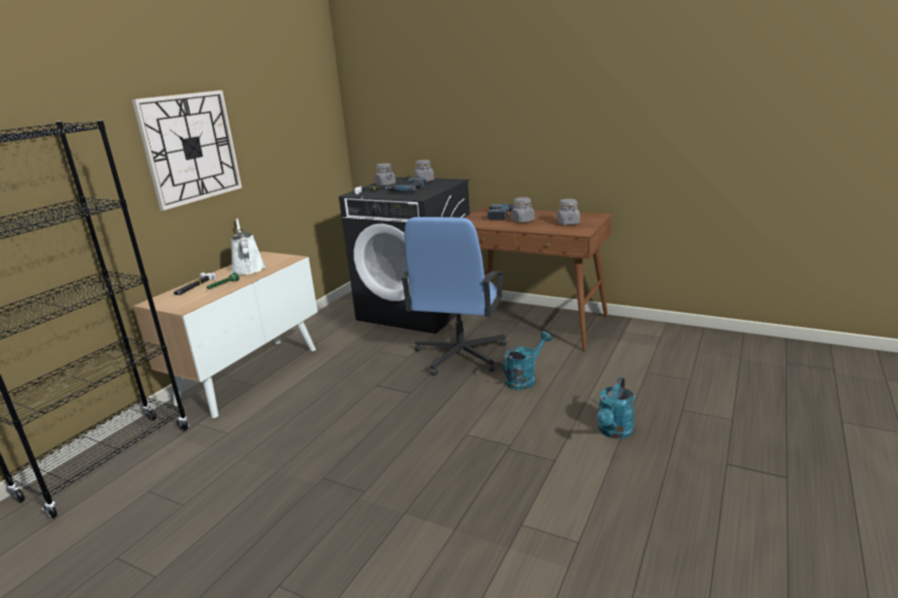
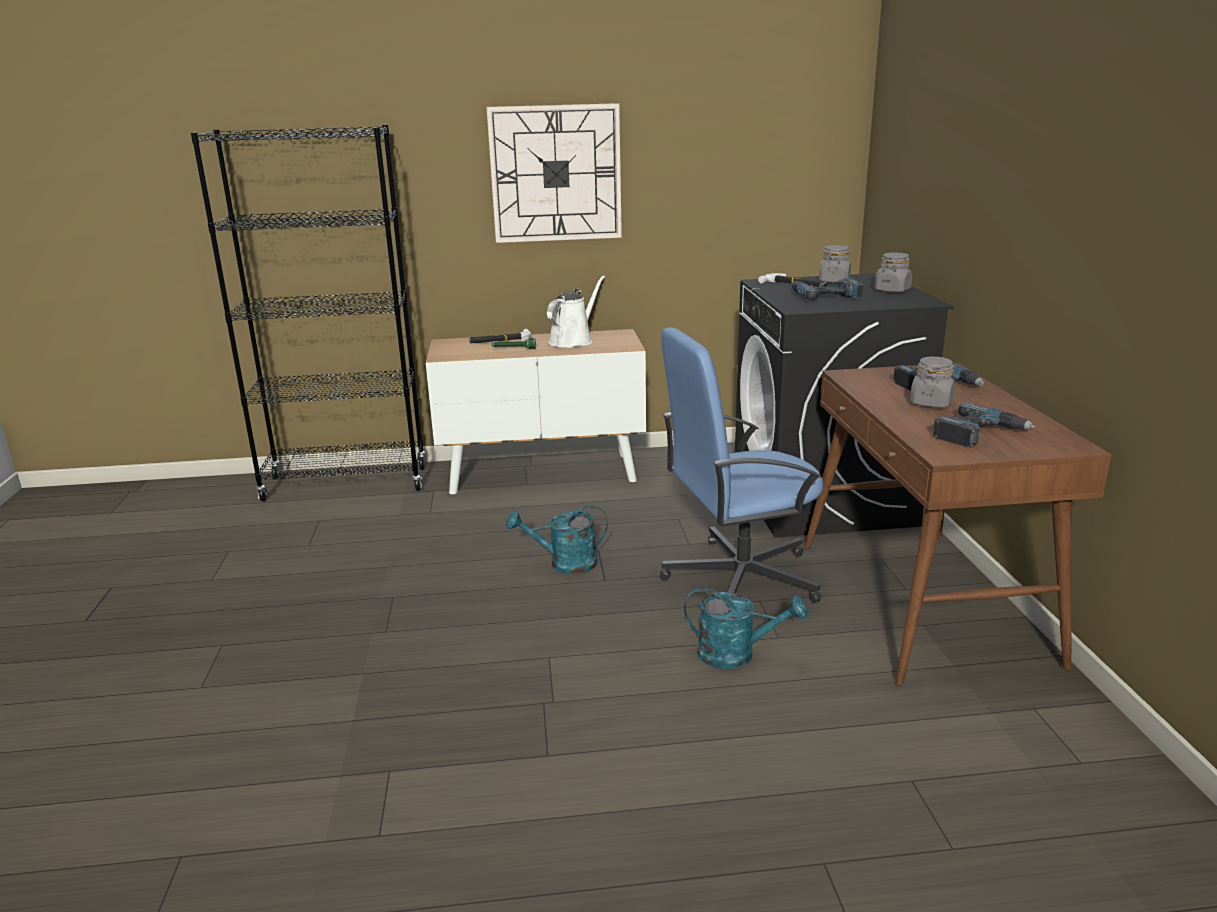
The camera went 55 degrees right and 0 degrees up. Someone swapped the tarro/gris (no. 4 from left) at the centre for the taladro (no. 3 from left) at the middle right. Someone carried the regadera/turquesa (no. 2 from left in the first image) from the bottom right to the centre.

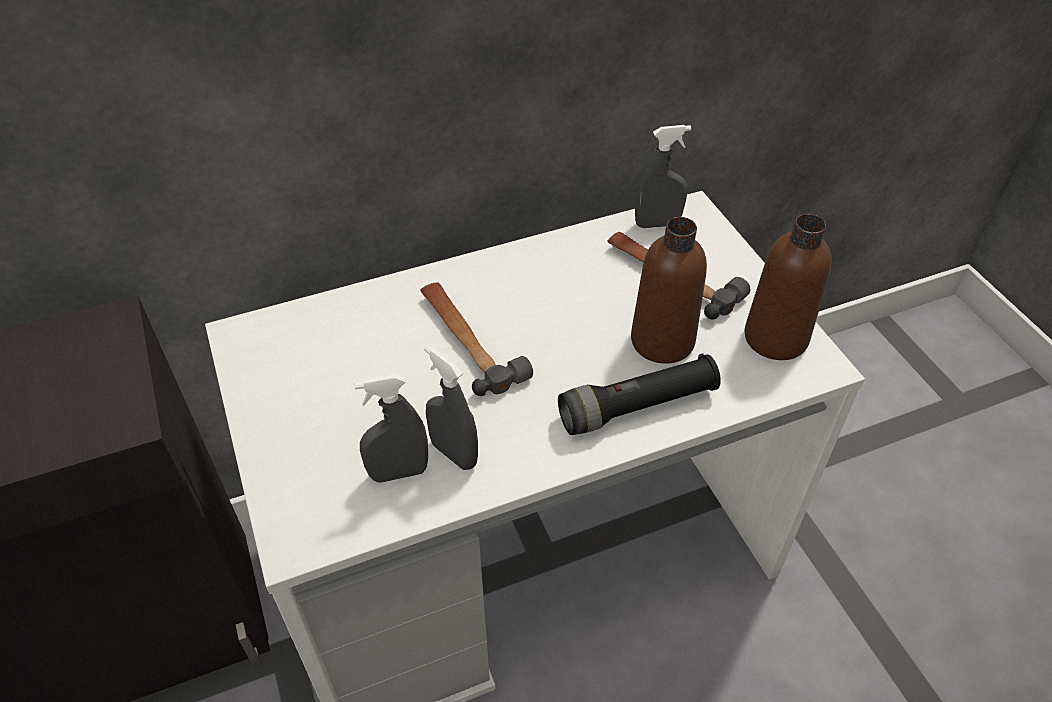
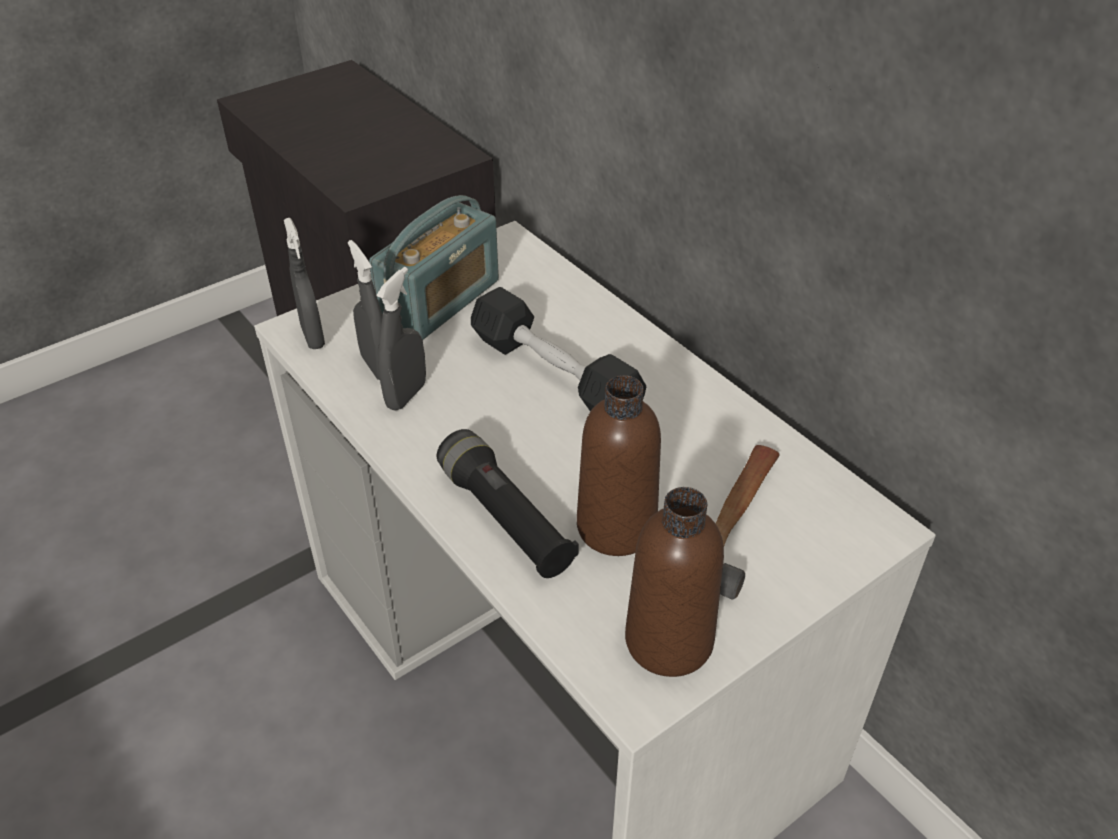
The camera went 75 degrees right and 5 degrees down. Someone carried the pulverizador/gris (no. 3 from left in the first image) from the top centre to the middle left. Someone swapped the martillo (no. 1 from left) at the centre for the mancuerna/negro at the centre. Someone put down the radio at the top centre.

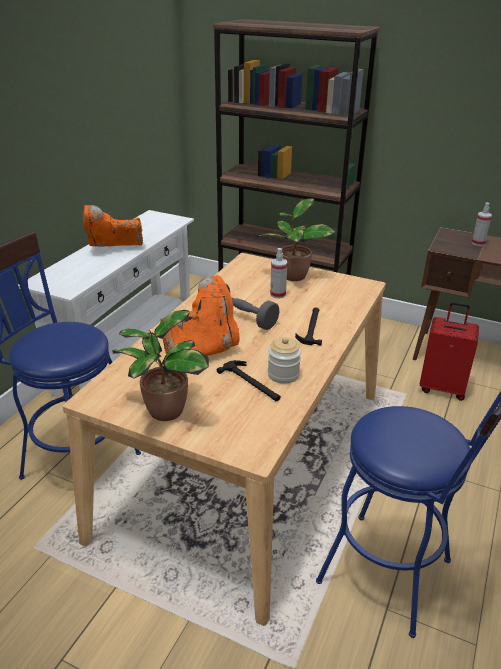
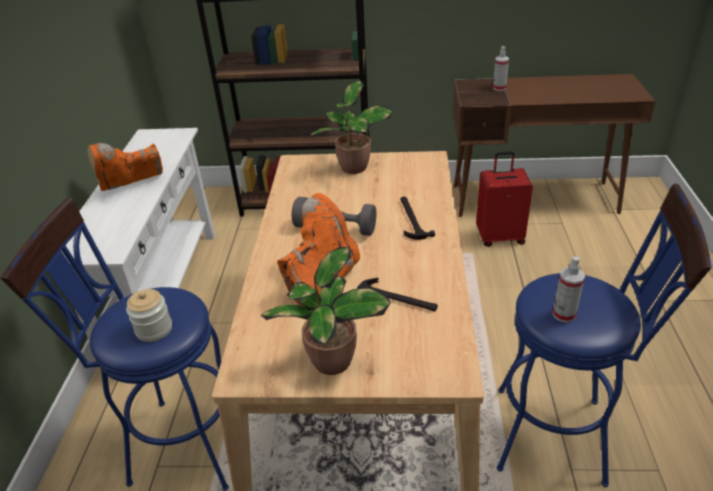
The camera went 20 degrees left and 5 degrees up. Someone carried the pulverizador (no. 1 from left in the first image) from the centre to the middle right. Someone carried the tarro from the centre to the middle left.

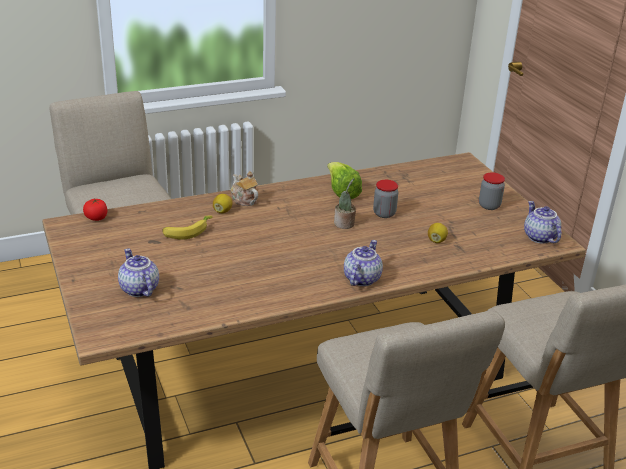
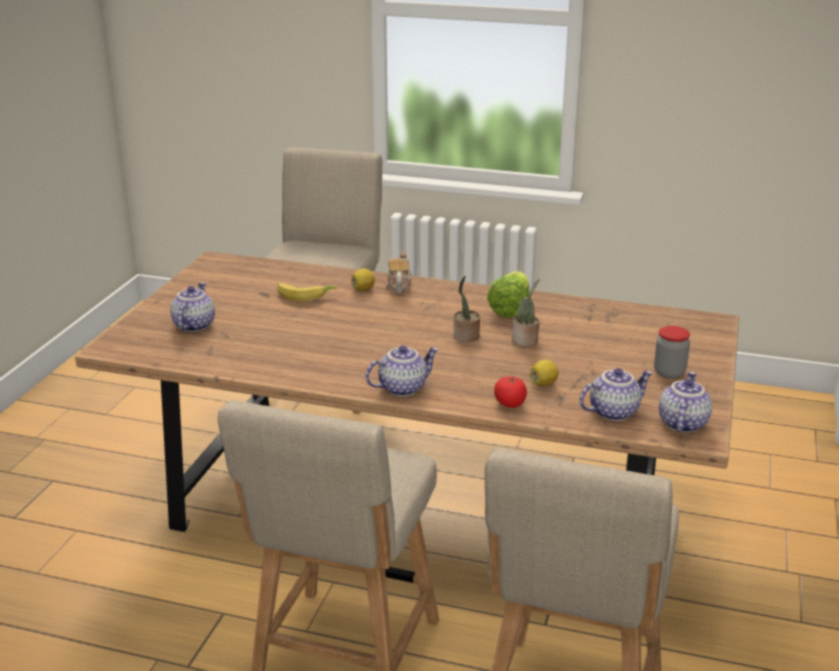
The camera went 40 degrees right and 5 degrees down. Someone swapped the tarro (no. 1 from left) at the centre for the planta en maceta (no. 2 from left) at the centre. Someone carried the tomate from the middle left to the centre. Someone put down the tetera (no. 4 from left) at the middle right.

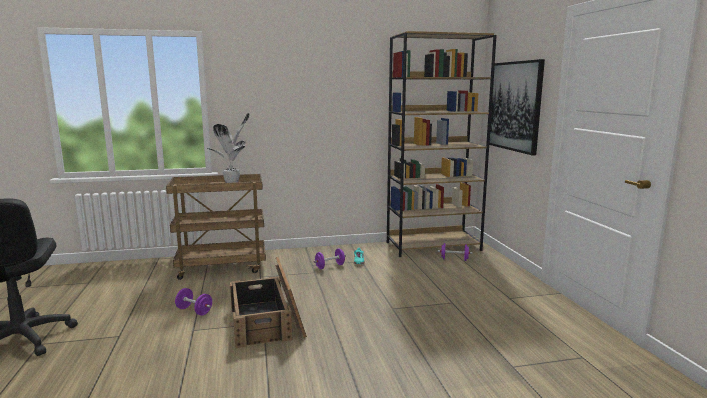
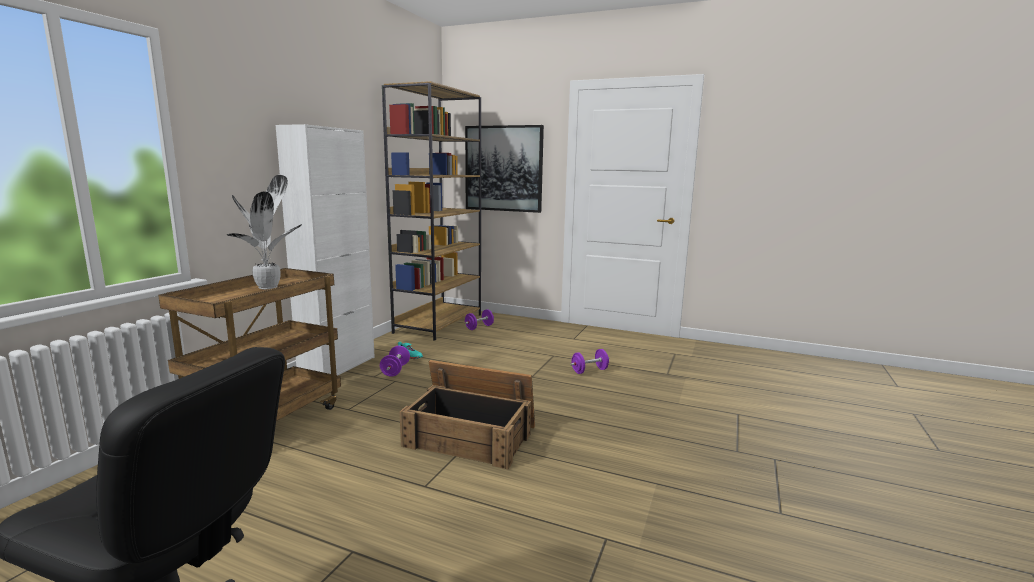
The camera went 55 degrees left and 0 degrees up. Someone carried the mancuerna/morado (no. 1 from left in the first image) from the bottom left to the centre. Someone put down the armario/blanco at the middle left.

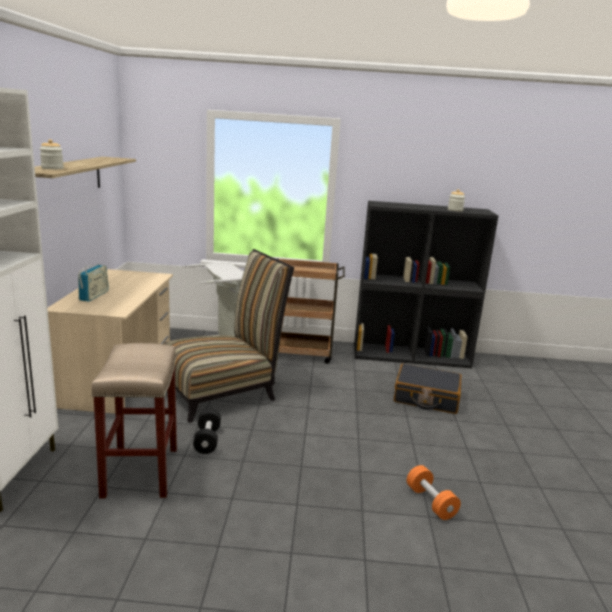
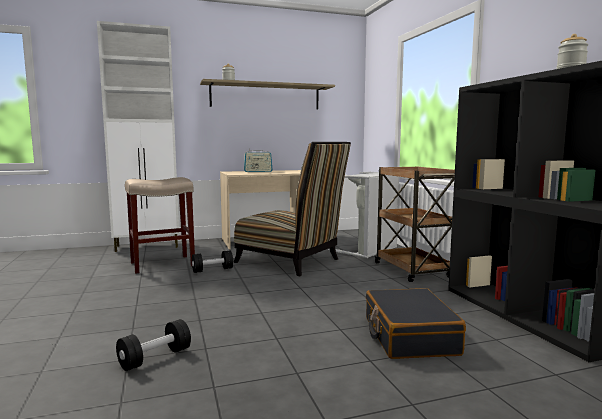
The camera went 70 degrees right and 10 degrees down. Someone repainted the mancuerna/naranja at the bottom right, which became the mancuerna/negro (no. 1 from left) at the bottom left.

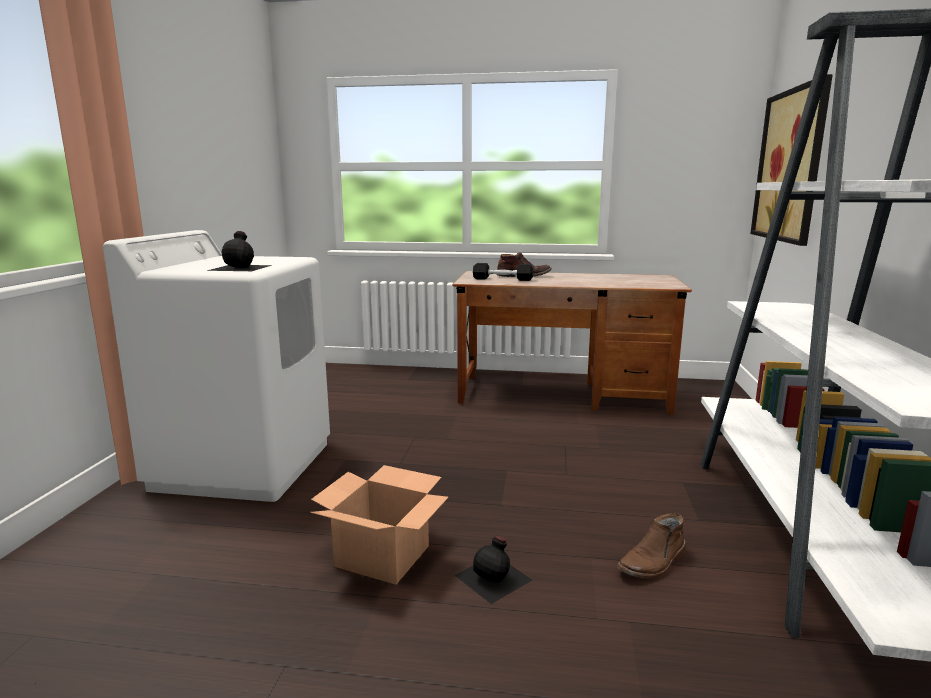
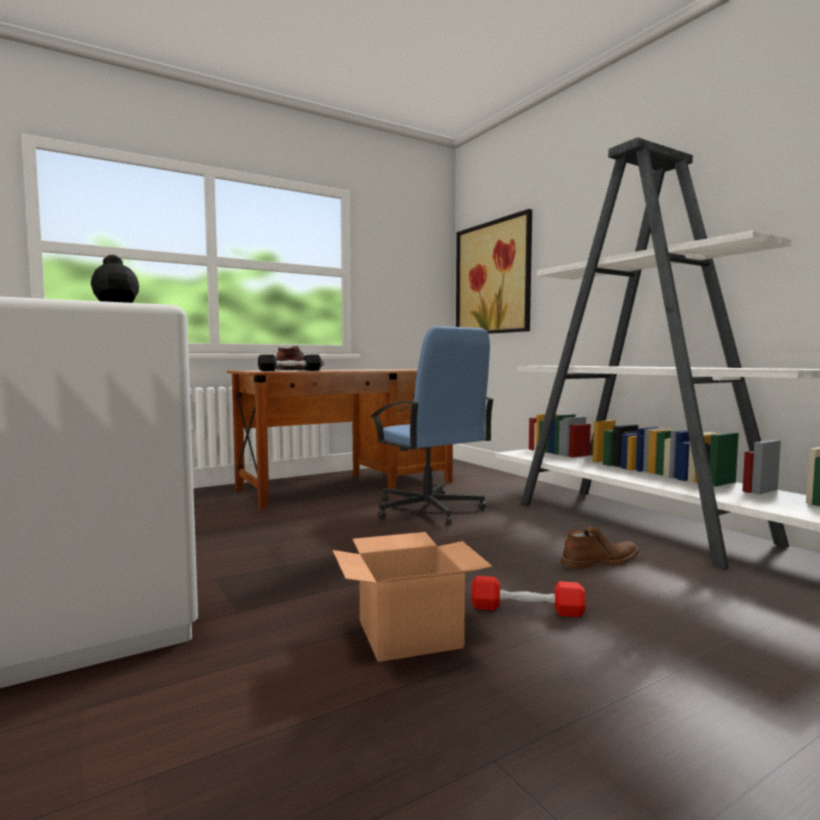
The camera went 40 degrees left and 10 degrees down. Someone rotated the bota/marrón (no. 2 from left) at the bottom right by 120 degrees counterclockwise. Someone swapped the botella/negro (no. 2 from left) at the bottom centre for the mancuerna/rojo at the bottom centre. Someone put down the silla de oficina/azul at the centre.

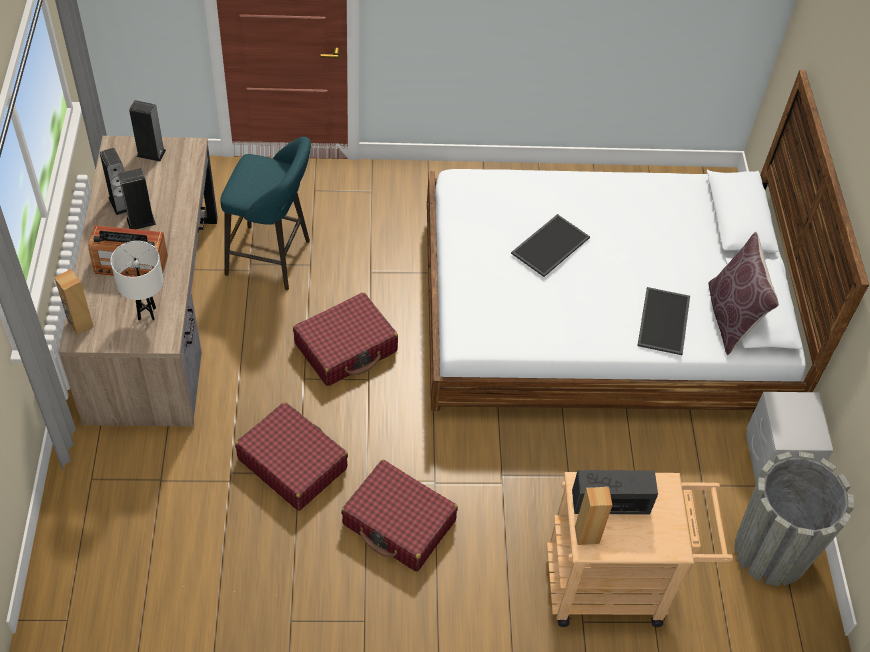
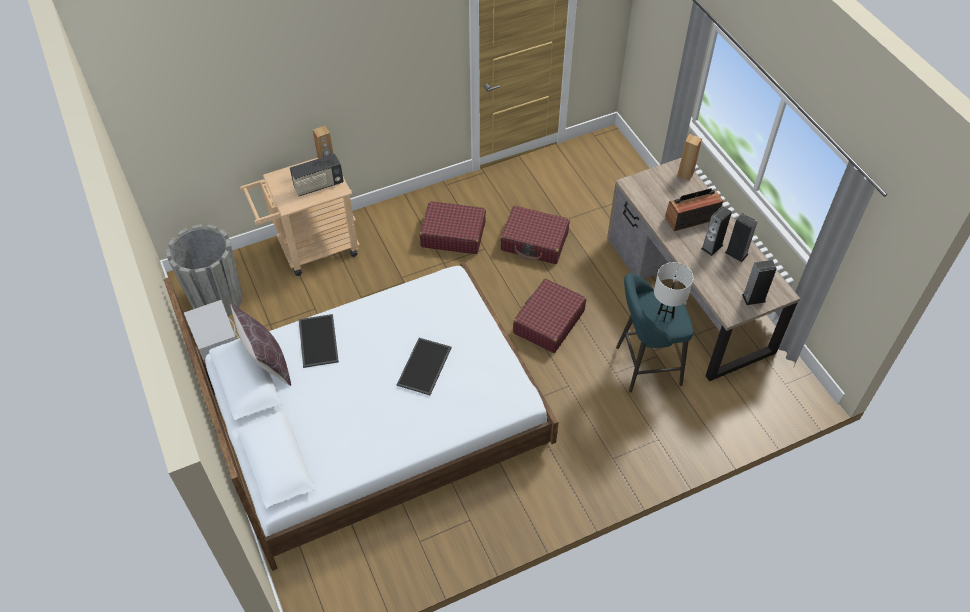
The camera went 160 degrees right and 0 degrees up. Someone carried the lámpara de mesa/blanco from the middle left to the middle right.

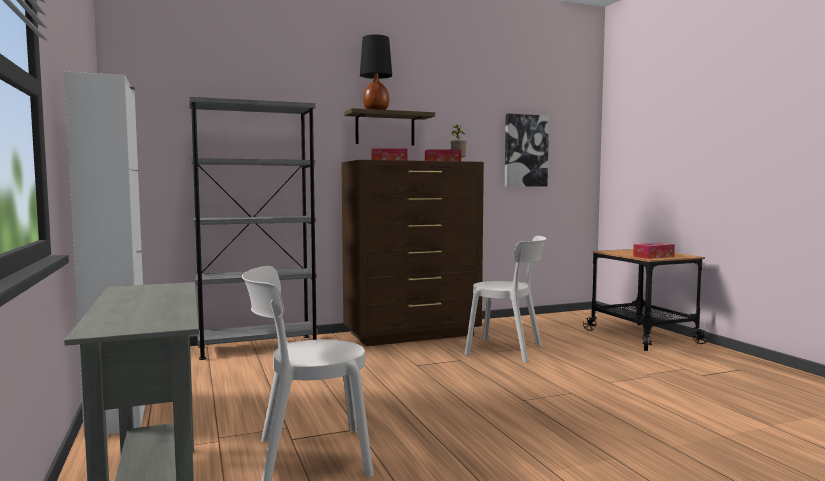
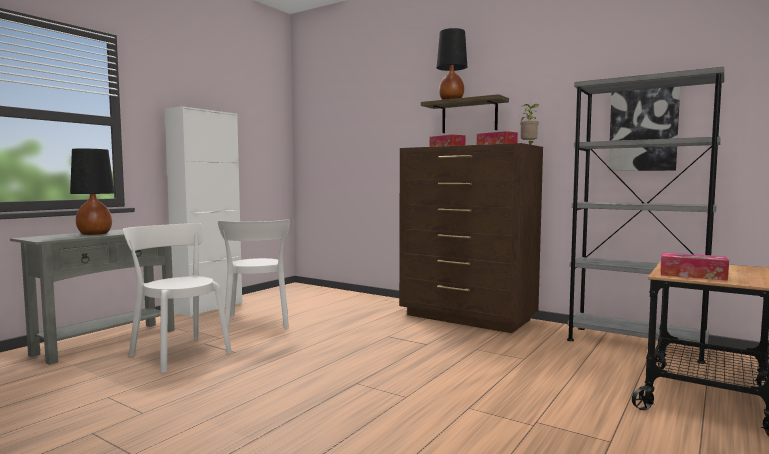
The camera went 55 degrees right and 0 degrees up. Someone carried the estantería/gris from the middle left to the middle right. Someone carried the silla/blanco (no. 2 from left) from the centre to the middle left. Someone put down the lámpara de mesa/negro (no. 1 from left) at the middle left.

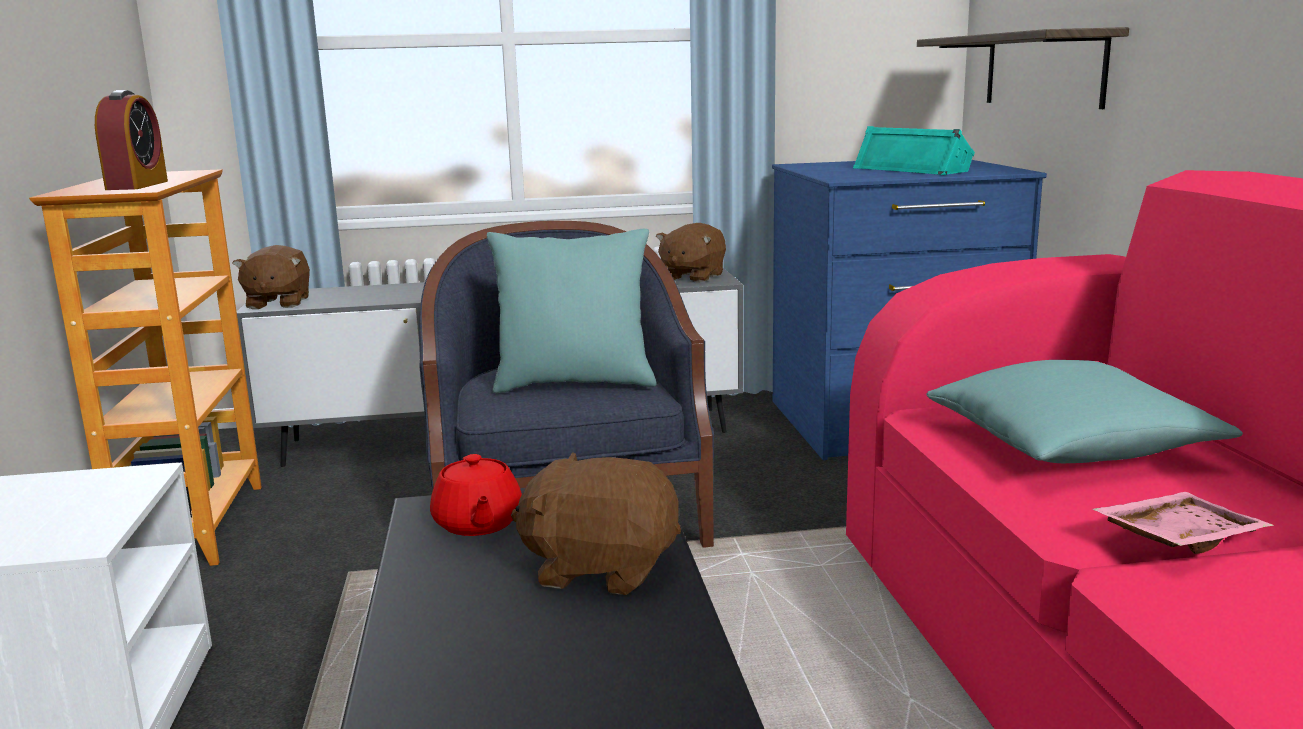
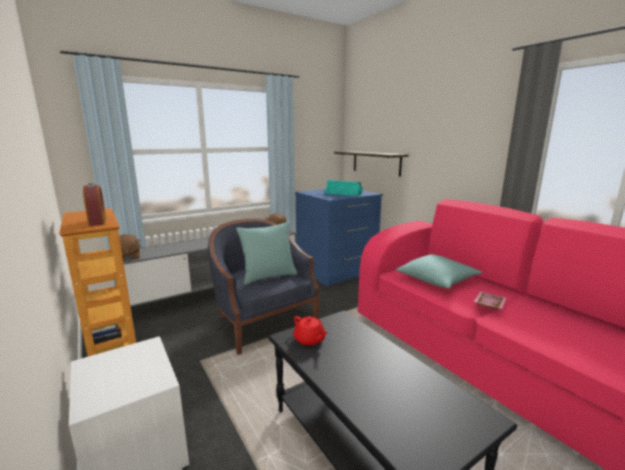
The camera went 25 degrees left and 0 degrees up. Someone took away the peluche/marrón (no. 2 from left) at the bottom centre.

